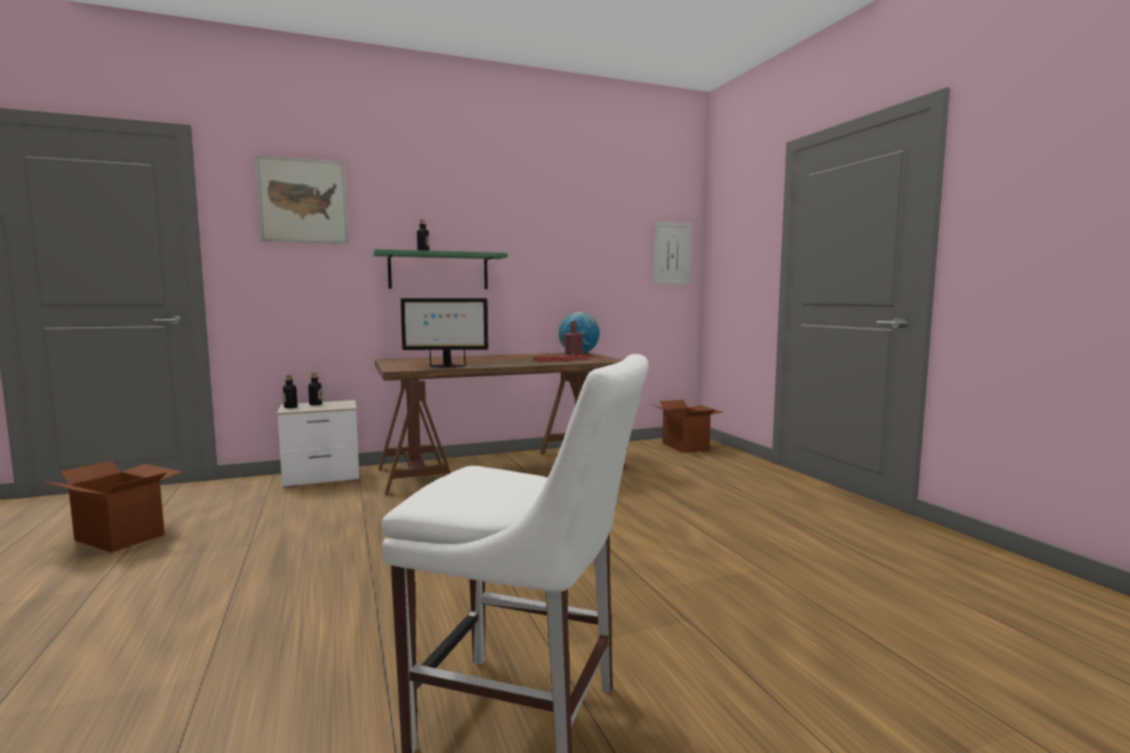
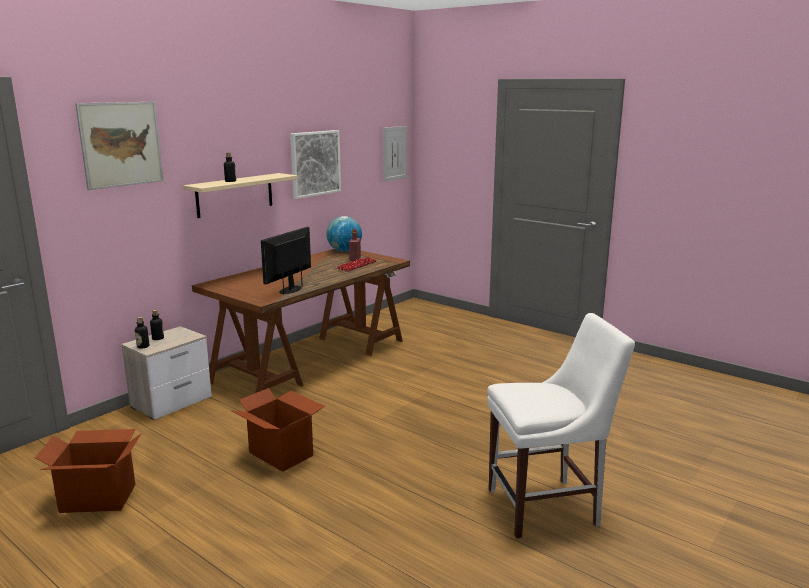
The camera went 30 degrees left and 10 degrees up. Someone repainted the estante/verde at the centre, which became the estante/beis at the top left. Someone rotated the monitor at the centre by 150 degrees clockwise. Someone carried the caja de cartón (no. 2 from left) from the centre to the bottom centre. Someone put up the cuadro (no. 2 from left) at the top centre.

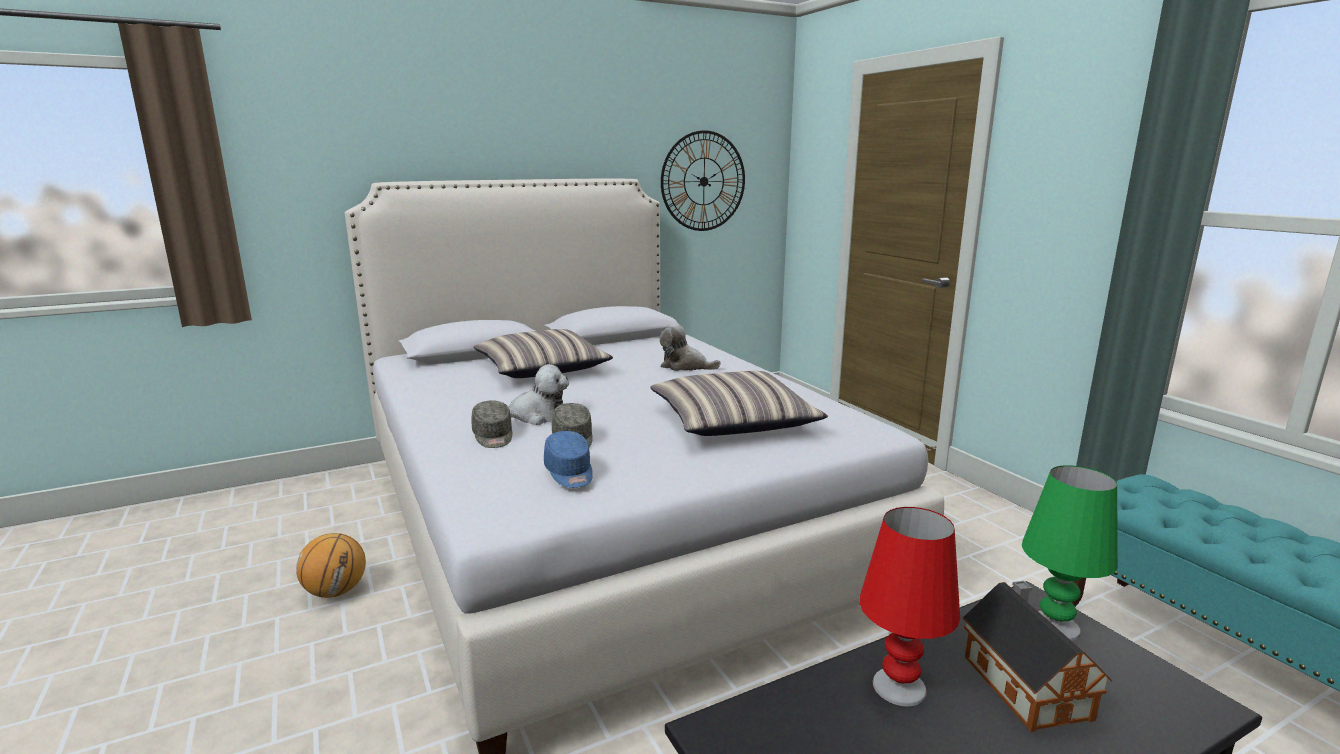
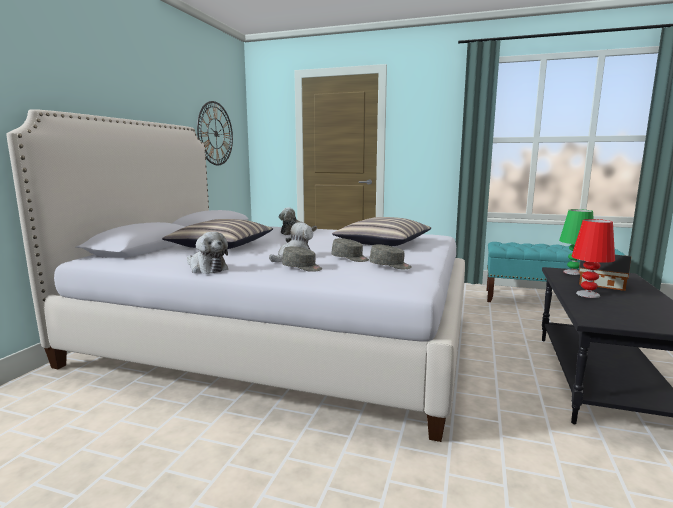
The camera went 45 degrees left and 5 degrees down. Someone repainted the gorra/azul at the centre, which became the gorra/gris (no. 3 from left) at the centre. Someone took away the balón de baloncesto at the bottom left. Someone put down the peluche (no. 1 from left) at the middle left.

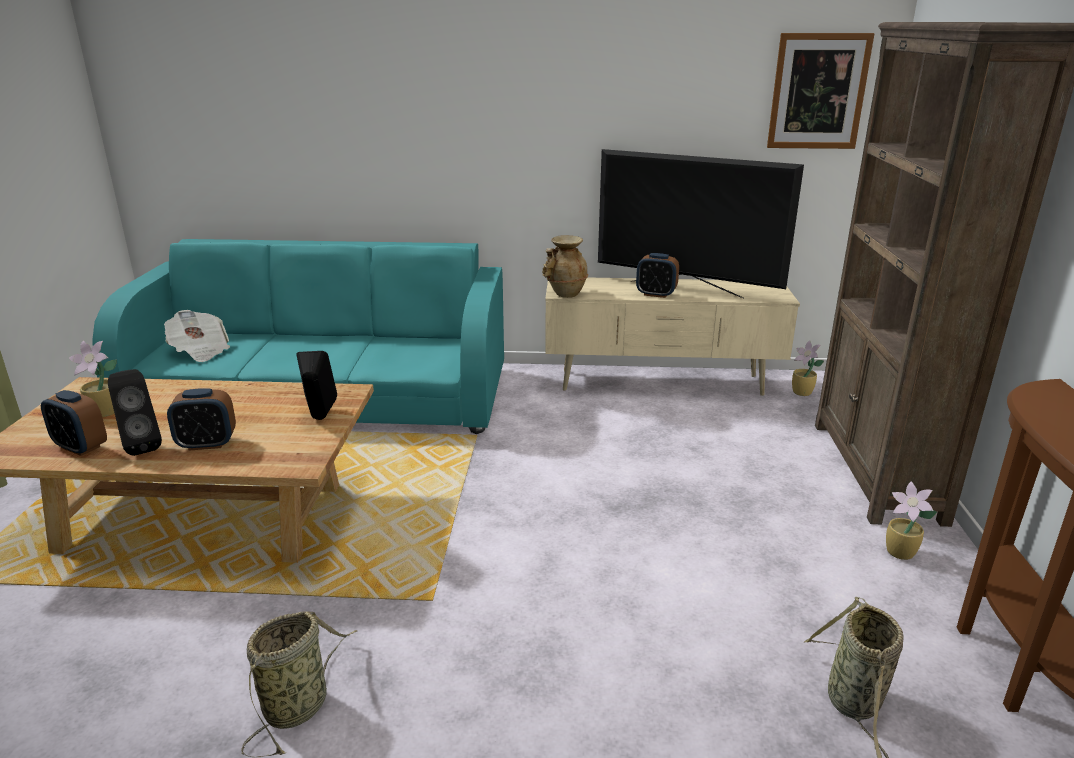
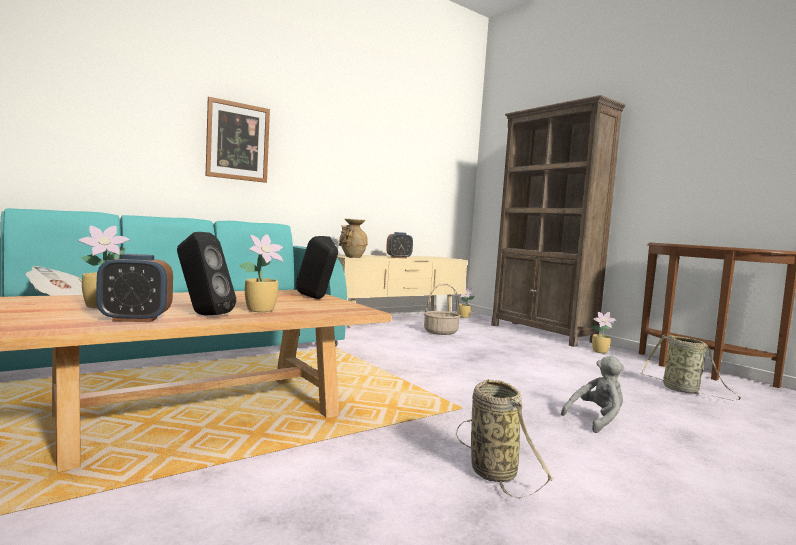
The camera went 40 degrees left and 20 degrees down. Someone carried the cuadro from the top right to the top left. Someone took away the televisor at the top centre. Someone swapped the despertador (no. 2 from left) at the middle left for the planta en maceta (no. 2 from left) at the middle left. Someone put down the cesta (no. 1 from left) at the centre. Someone put down the peluche/gris at the bottom right.

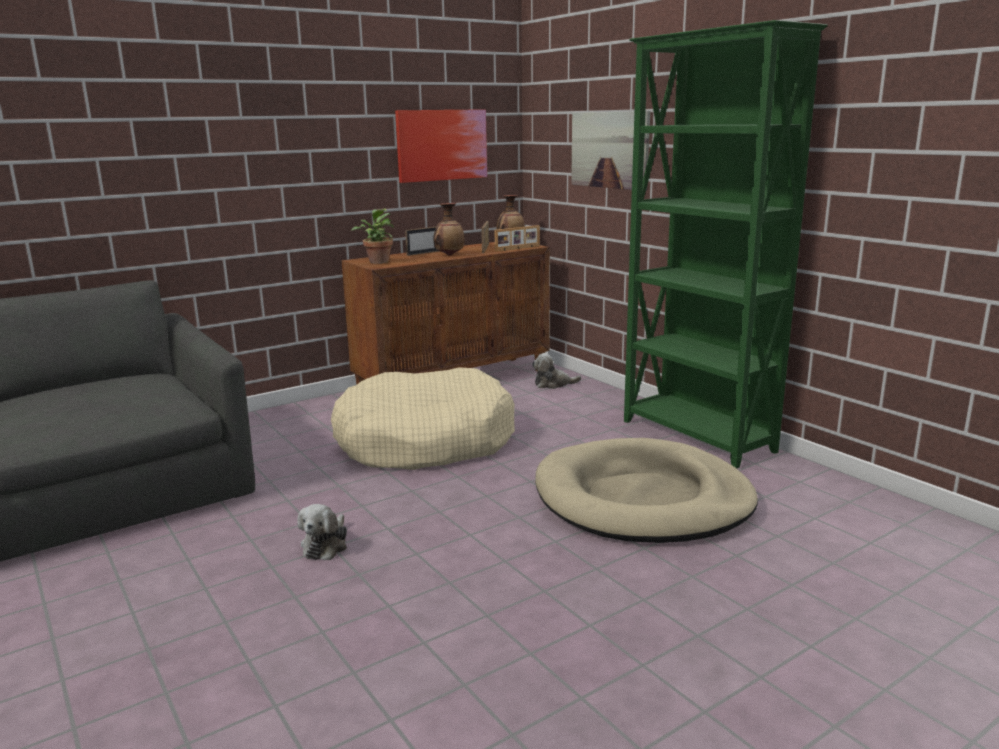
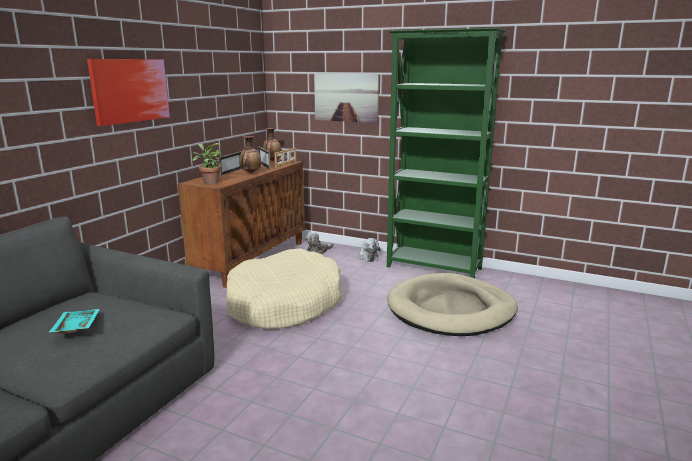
The camera went 30 degrees left and 0 degrees up. Someone carried the cuadro (no. 1 from left) from the top centre to the top left. Someone carried the peluche (no. 1 from left in the first image) from the bottom left to the centre. Someone put down the bandeja/turquesa at the bottom left.

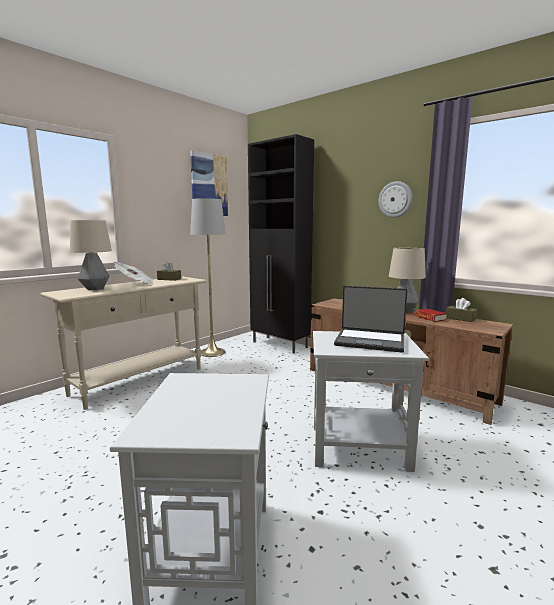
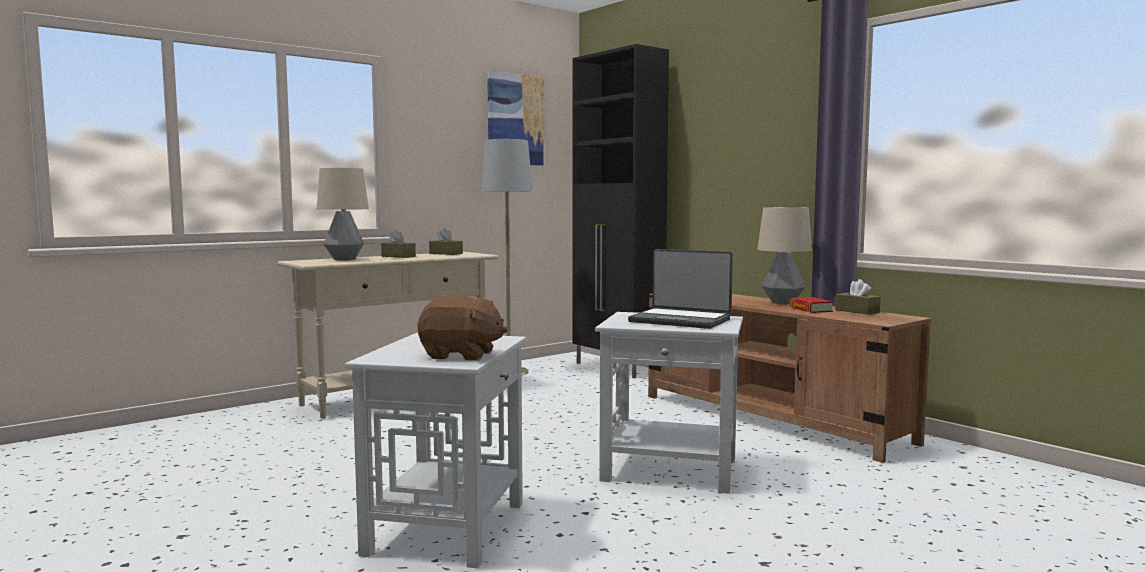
The camera went 10 degrees right and 5 degrees down. Someone took away the reloj de pared at the top right. Someone swapped the periódico at the middle left for the caja de pañuelos/marrón (no. 1 from left) at the centre. Someone put down the peluche/marrón at the centre.

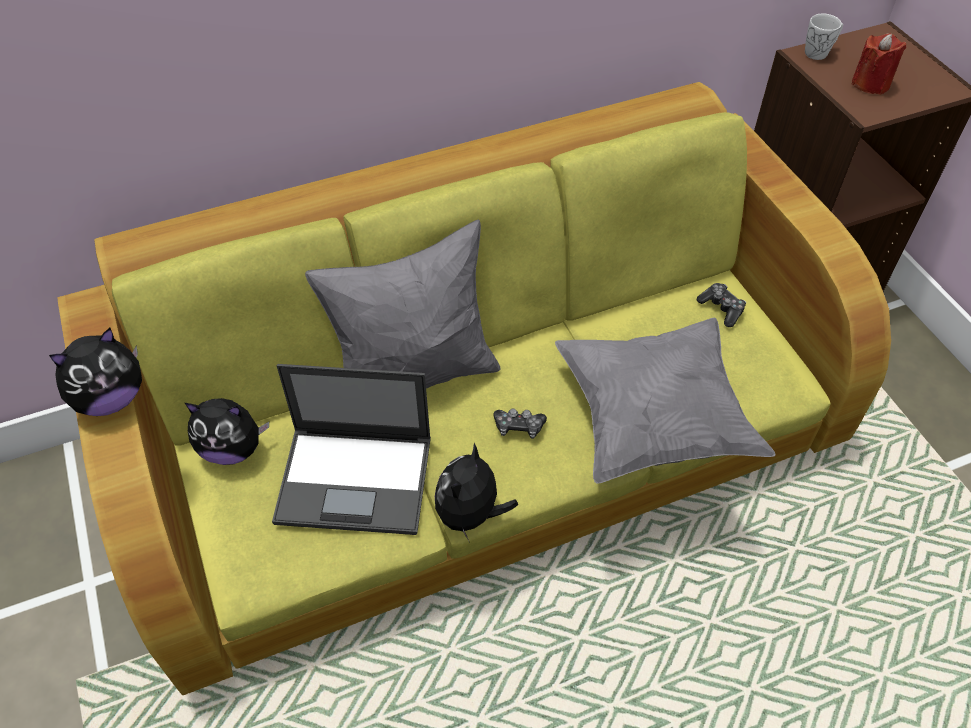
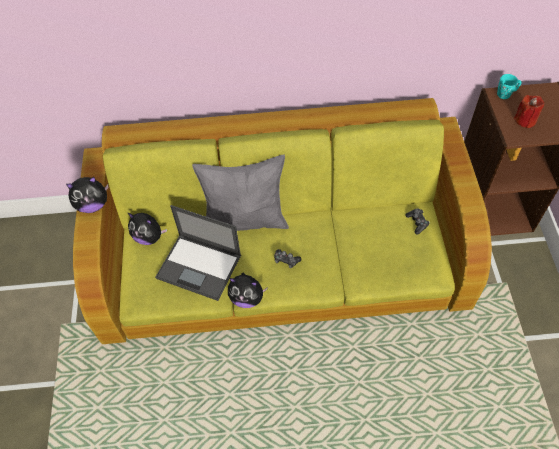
The camera went 20 degrees right and 5 degrees up. Someone repainted the taza grande/blanco at the top right, which became the taza grande/turquesa at the top right. Someone took away the cojín/gris (no. 2 from left) at the middle right. Someone rotated the peluche (no. 3 from left) at the bottom centre by 120 degrees counterclockwise.

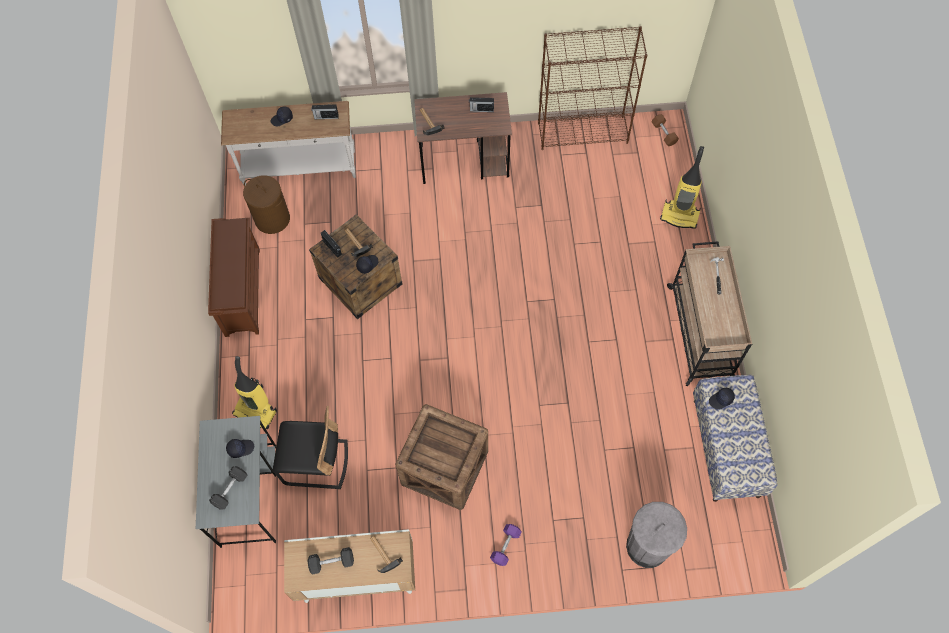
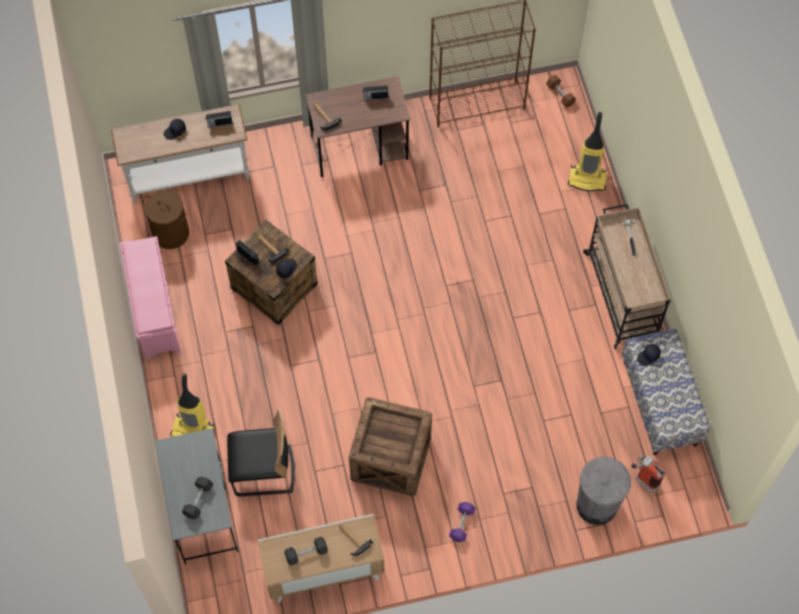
The camera went 10 degrees left and 0 degrees up. Someone repainted the zapatero/marrón at the middle left, which became the zapatero/rosa at the middle left. Someone took away the gorra/negro (no. 1 from left) at the bottom left. Someone put down the extintor at the bottom right.

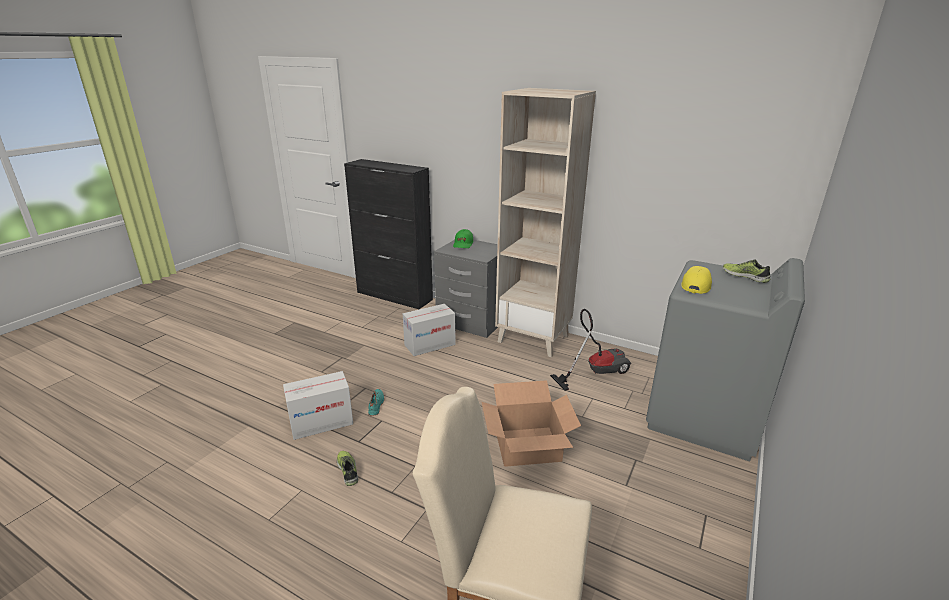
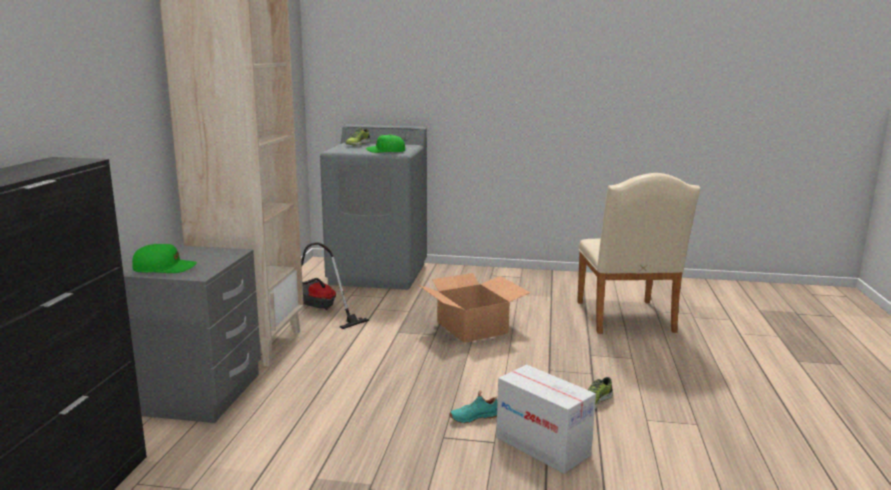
The camera went 110 degrees left and 10 degrees down. Someone repainted the gorra/amarillo at the middle right, which became the gorra/verde (no. 2 from left) at the top centre. Someone took away the caja de cartón (no. 2 from left) at the centre.

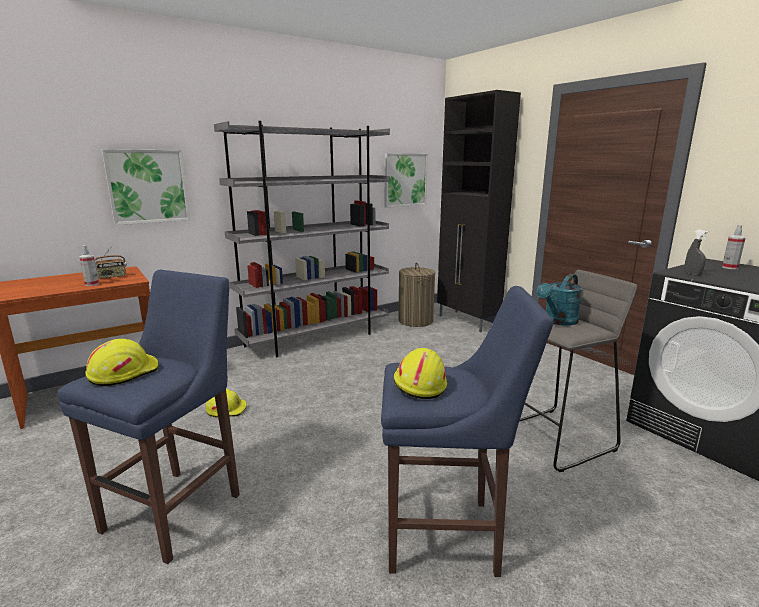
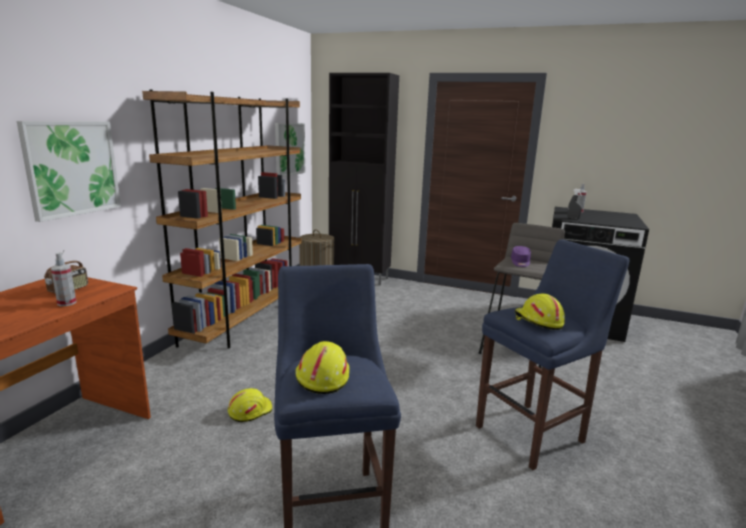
The camera went 35 degrees left and 0 degrees up. Someone repainted the estantería/gris at the centre, which became the estantería/marrón at the middle left. Someone swapped the regadera/turquesa at the middle right for the gorra/morado at the middle right.

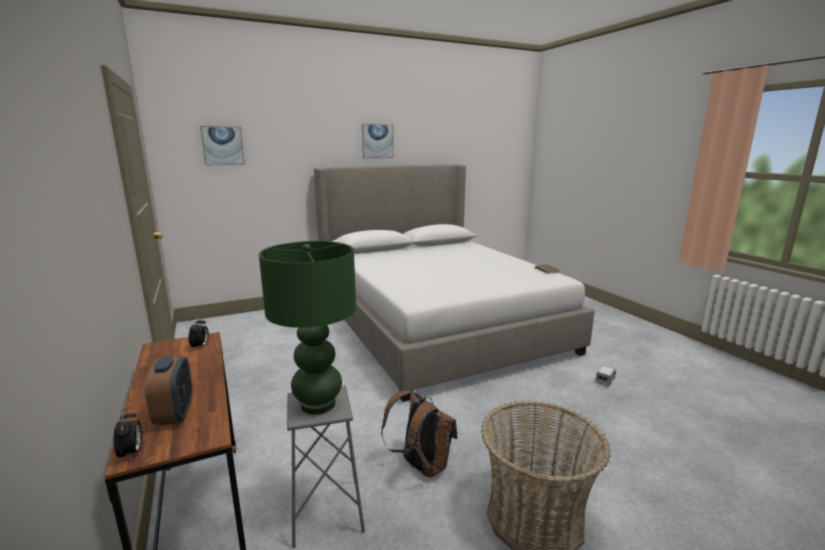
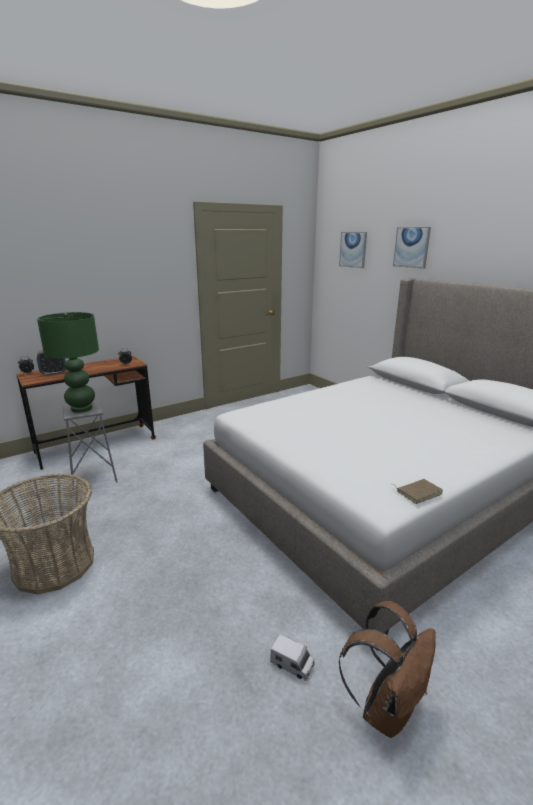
The camera went 80 degrees right and 5 degrees up. Someone carried the cuadro (no. 2 from left) from the top centre to the top right. Someone carried the mochila/marrón from the bottom centre to the bottom right.

